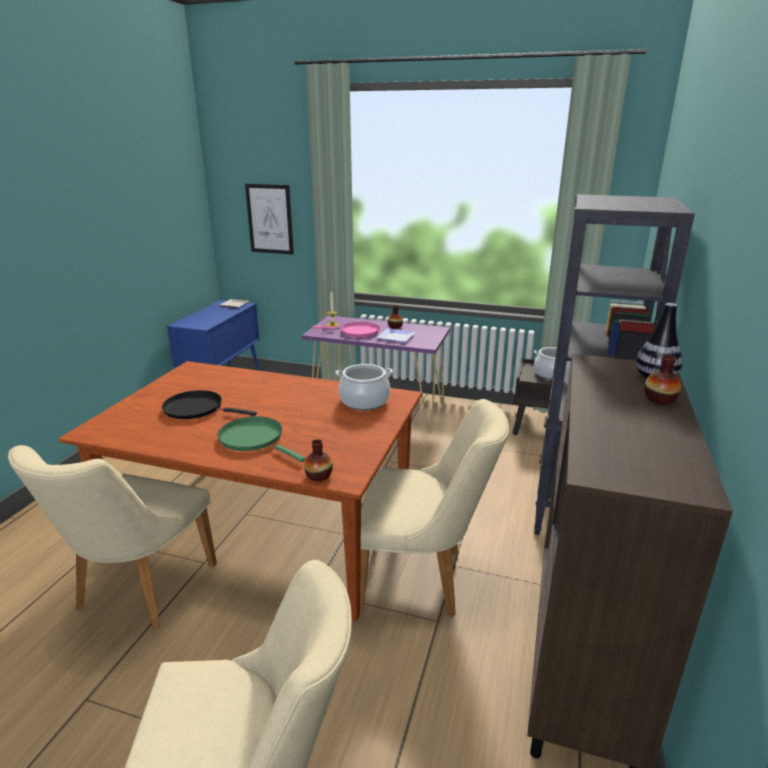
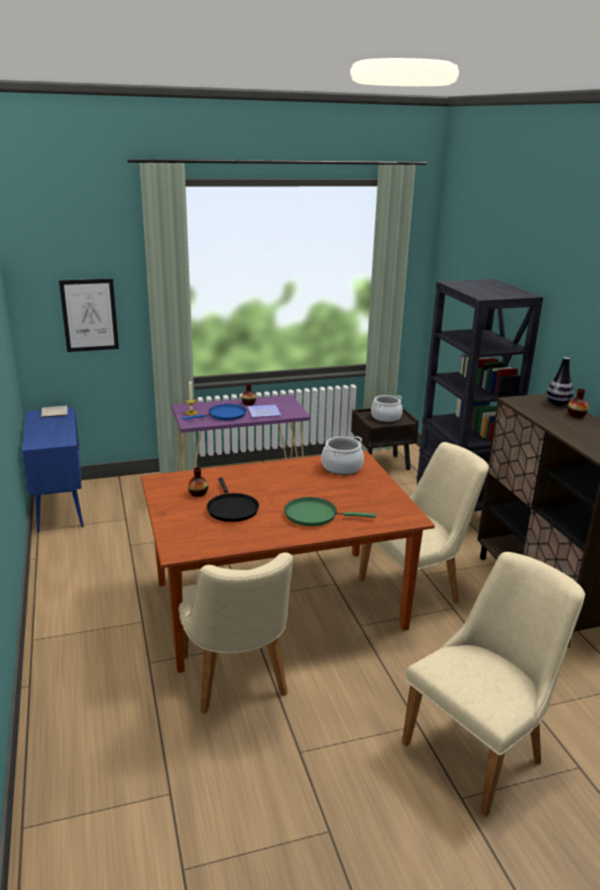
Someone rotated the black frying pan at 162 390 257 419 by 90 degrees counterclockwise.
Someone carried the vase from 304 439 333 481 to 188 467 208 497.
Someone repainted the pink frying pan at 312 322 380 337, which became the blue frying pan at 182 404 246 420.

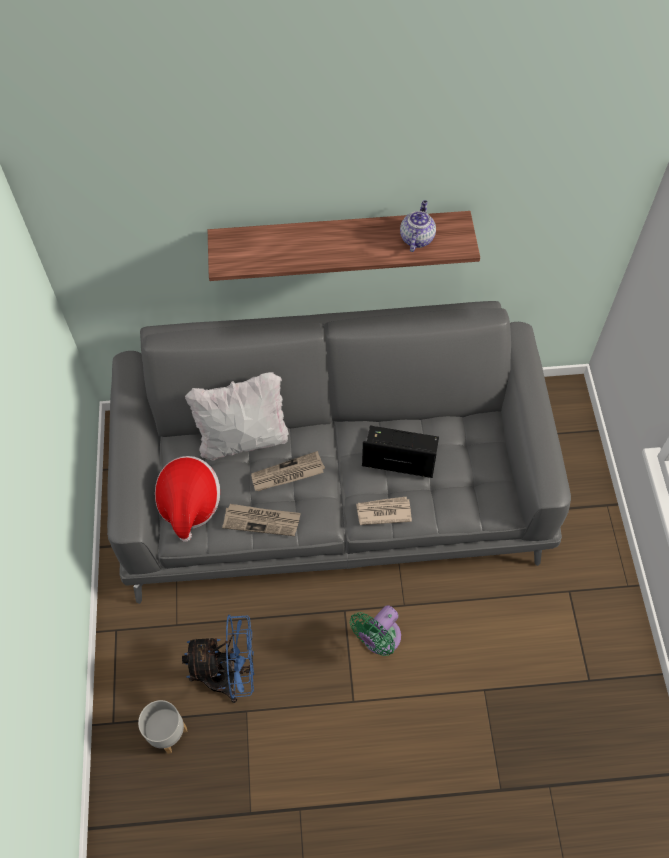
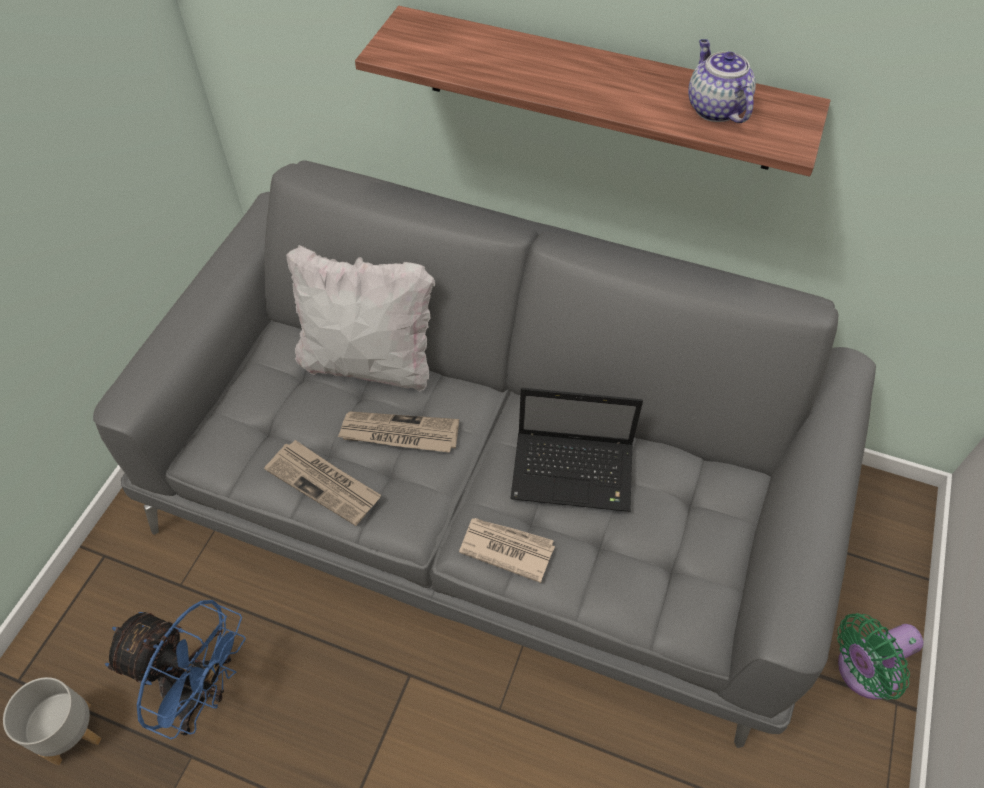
Someone took away the hat at 155 456 220 542.
Someone carried the green fan from 350 605 401 656 to 837 613 924 700.
Someone rotated the laptop at 362 426 439 478 by 150 degrees clockwise.
Someone rotated the teapot at 400 200 436 252 by 60 degrees counterclockwise.

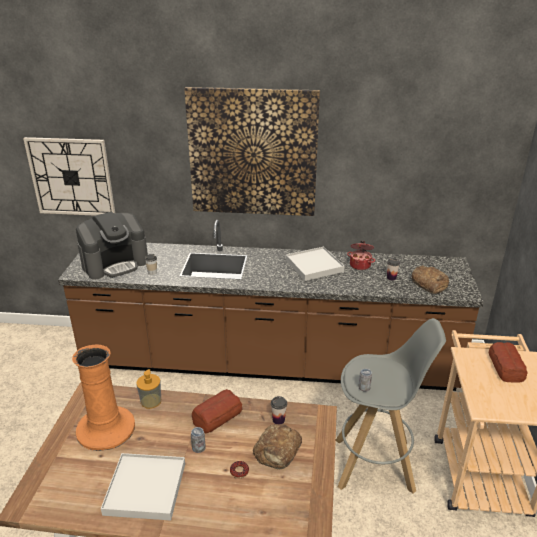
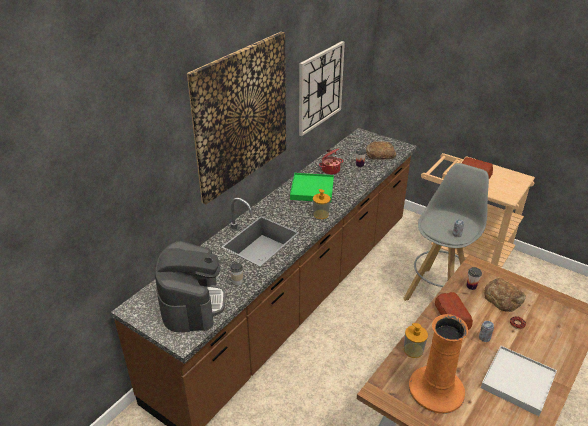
Someone carried the wall clock from 23 137 115 216 to 299 41 345 136.
Someone repainted the white tray at 286 247 345 281, which became the green tray at 290 173 334 202.
Someone put down the soap dispenser at 313 189 331 219.

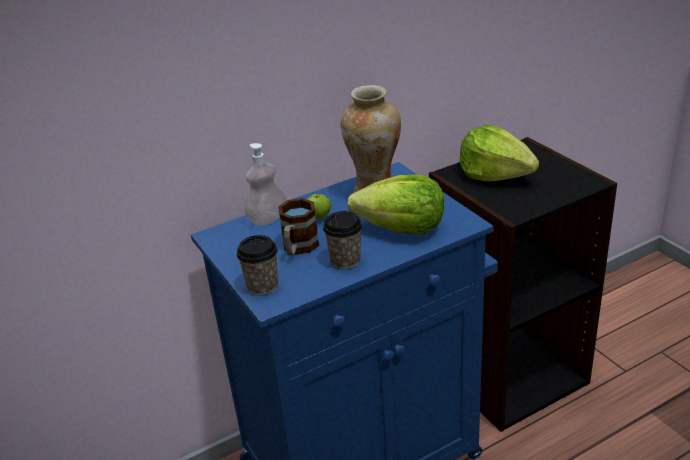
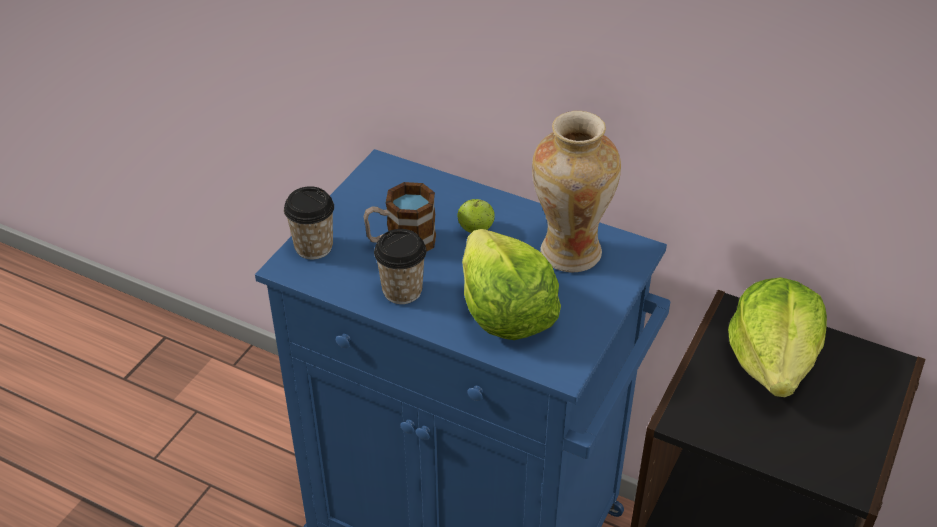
Someone took away the soap dispenser at 244 143 286 226.

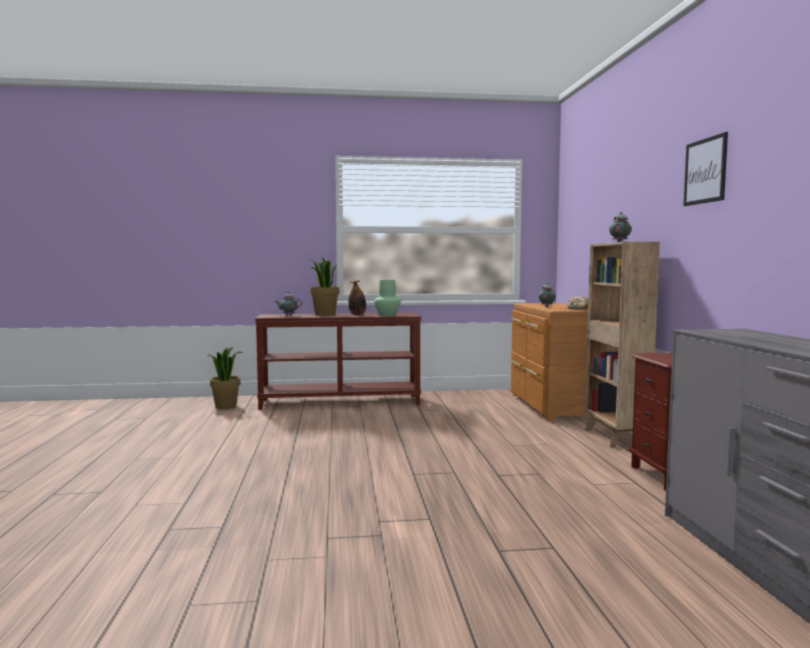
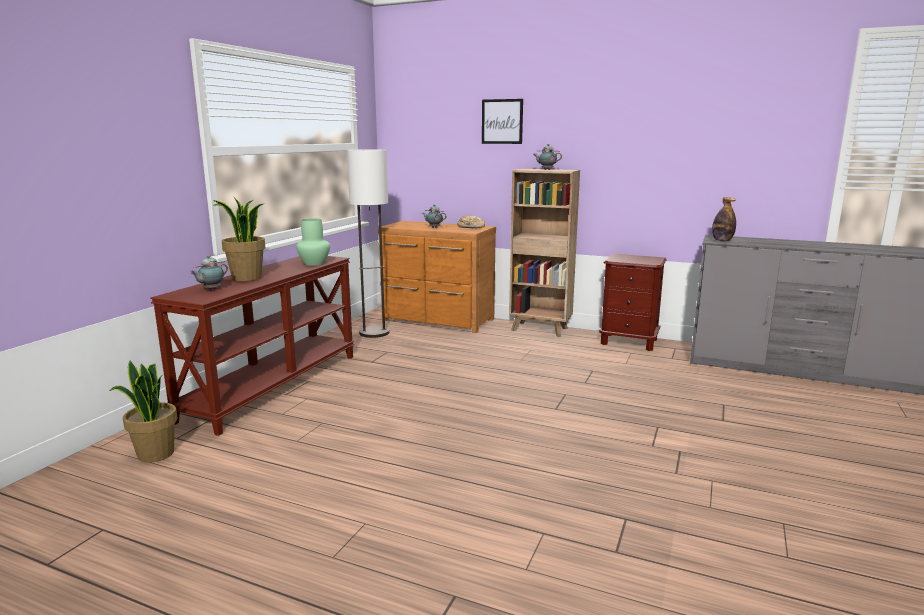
Someone carried the bottle from 348 280 366 315 to 712 197 736 241.
Someone carried the picture from 683 132 728 206 to 482 99 523 144.
Someone put down the floor lamp at 347 150 389 338.

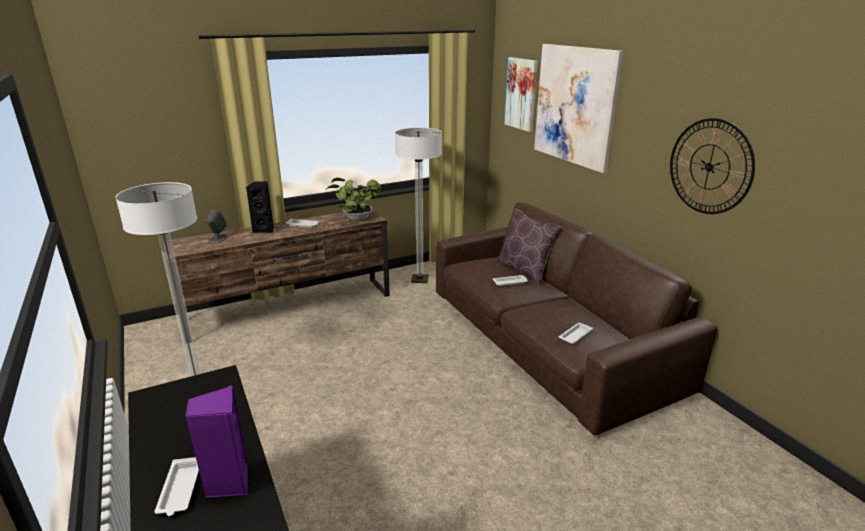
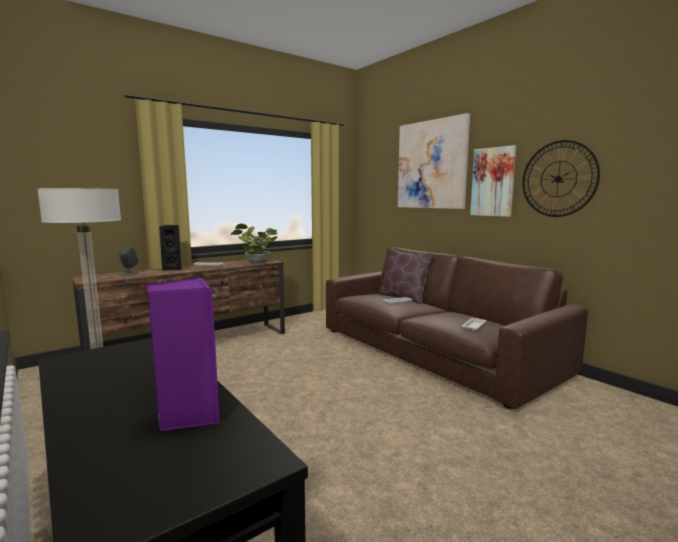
Someone took away the white tray at 155 457 199 516.
Someone took away the floor lamp at 395 128 442 283.
Someone carried the picture from 505 57 538 132 to 470 145 516 217.

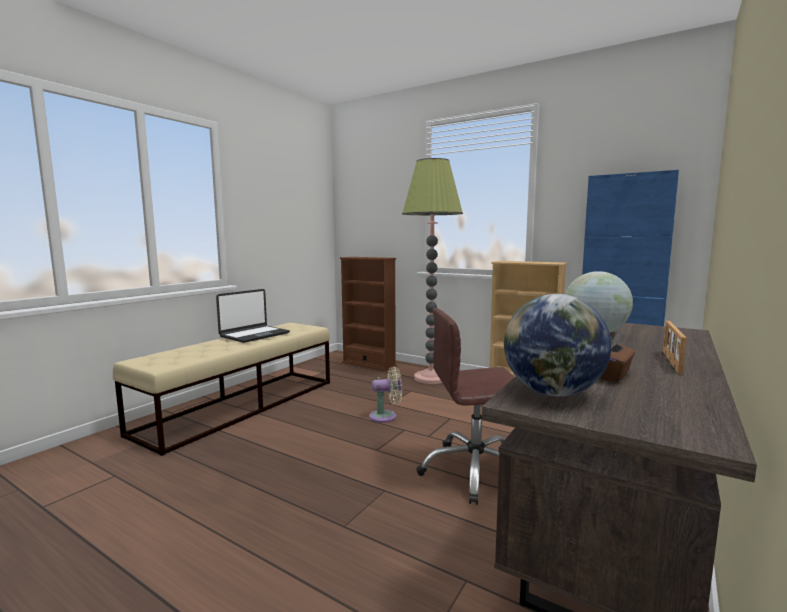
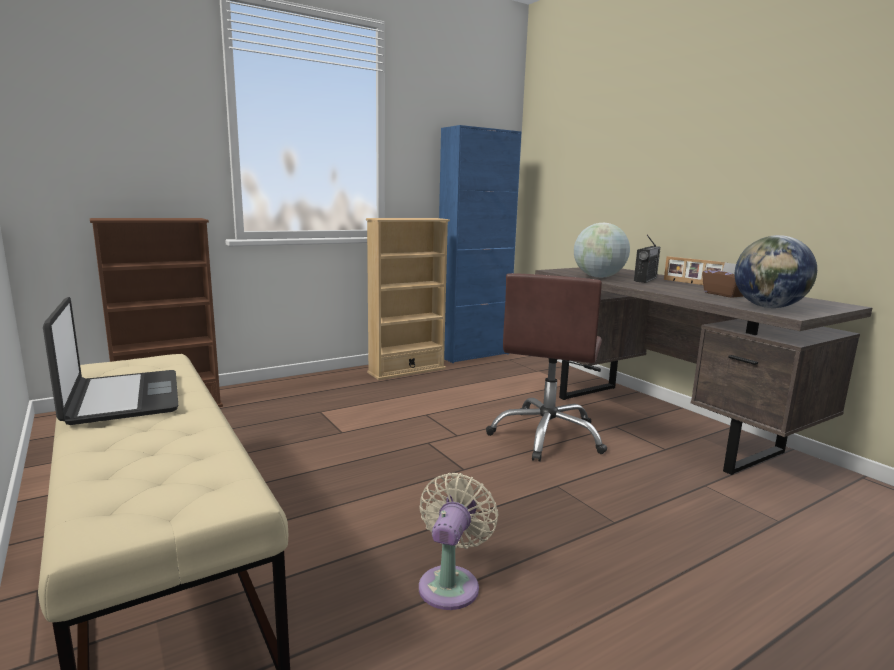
Someone carried the beige fan from 369 366 402 423 to 419 473 498 610.
Someone took away the floor lamp at 402 158 463 384.
Someone put down the radio at 634 235 660 283.

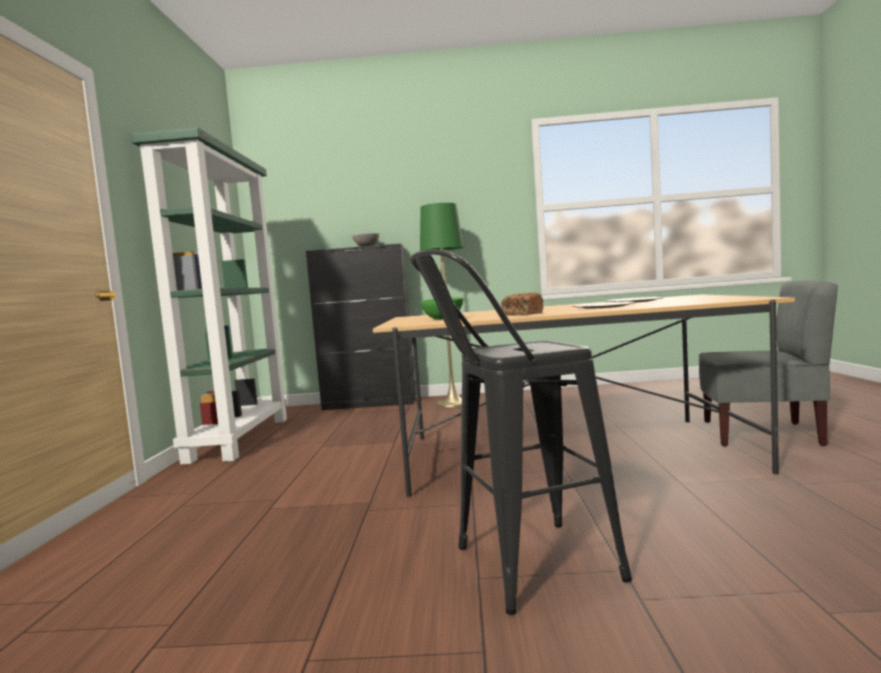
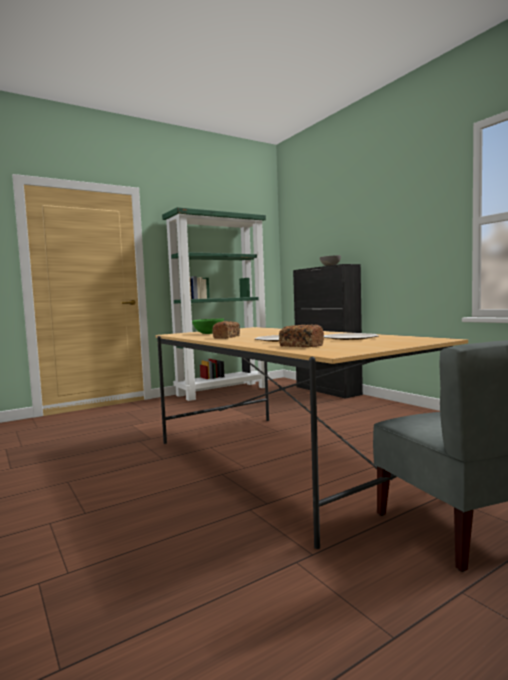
Someone took away the black stool at 410 249 632 615.
Someone took away the green floor lamp at 420 203 464 407.
Someone put down the bread at 279 325 324 347.

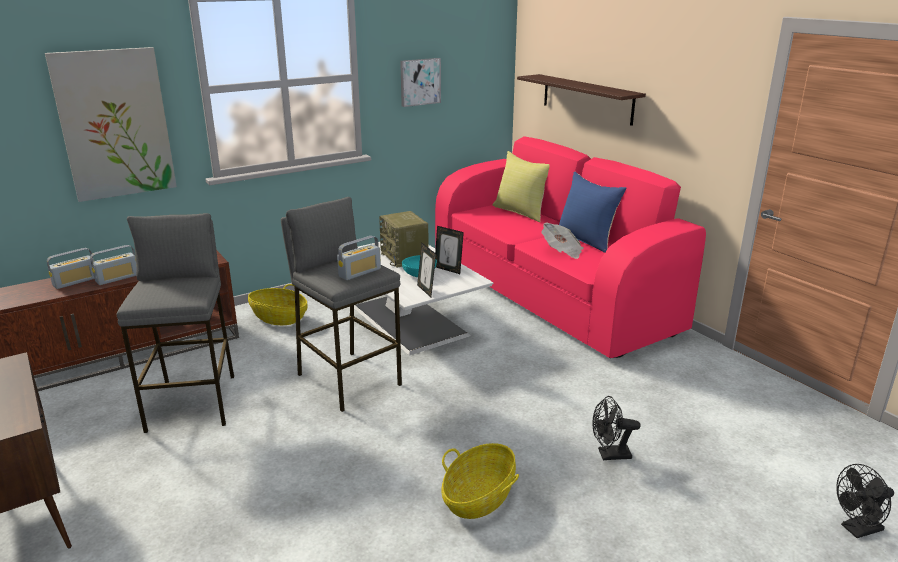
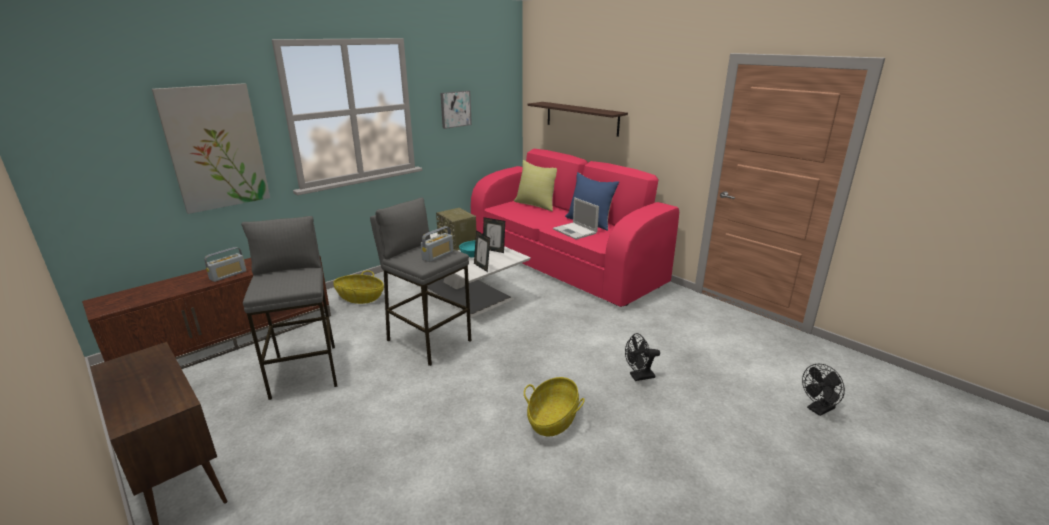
Someone took away the radio at 47 248 94 289.
Someone swapped the newspaper at 541 223 584 259 for the laptop at 553 197 599 240.

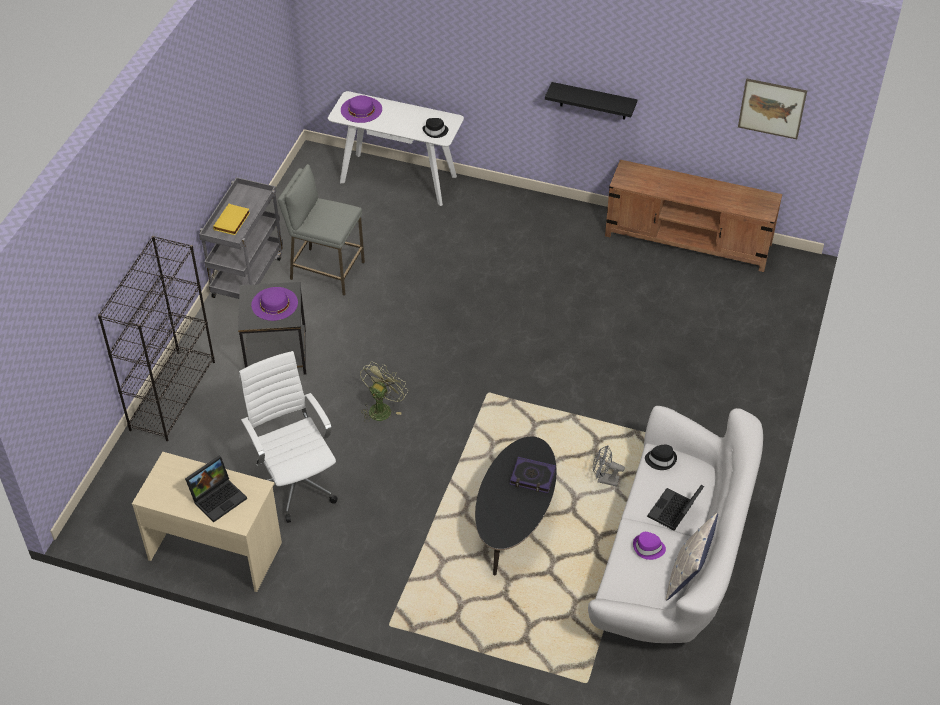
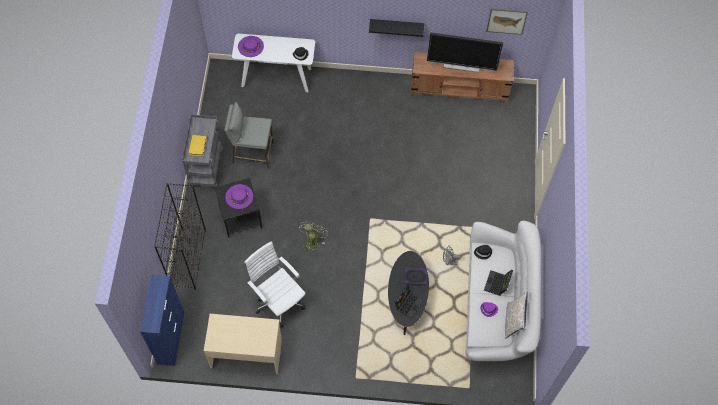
Someone carried the laptop from 185 456 247 522 to 394 283 423 319.
Someone put down the blue cabinet at 140 274 184 366.
Someone put down the television at 427 33 503 72.

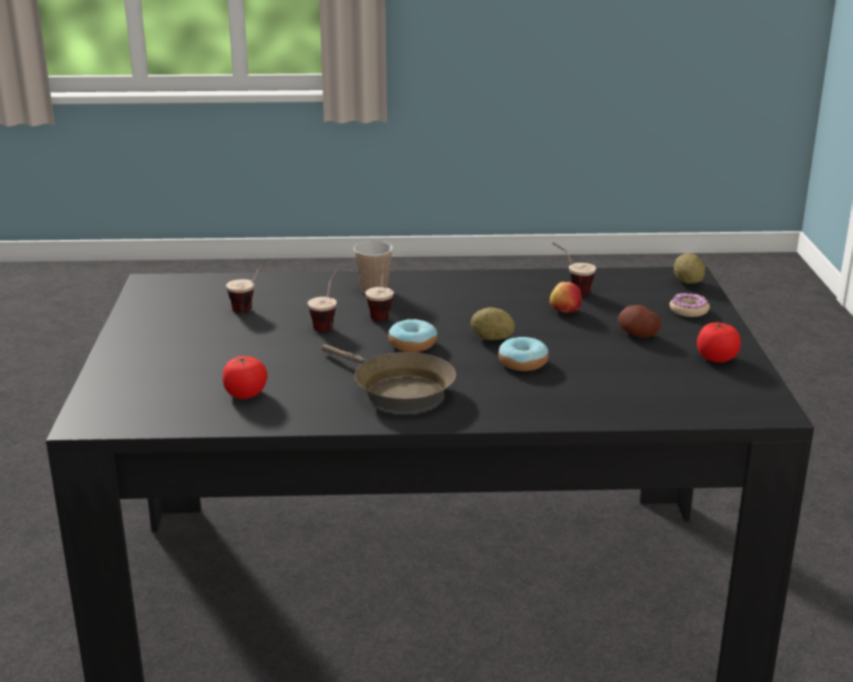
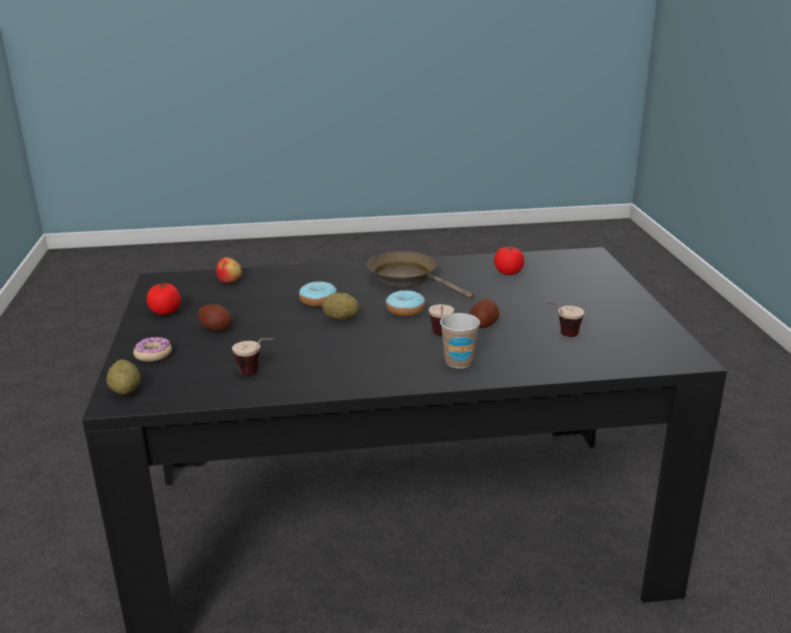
Someone swapped the cup at 308 270 337 332 for the potato at 470 299 499 328.
Someone carried the apple from 550 282 582 313 to 216 257 242 283.

